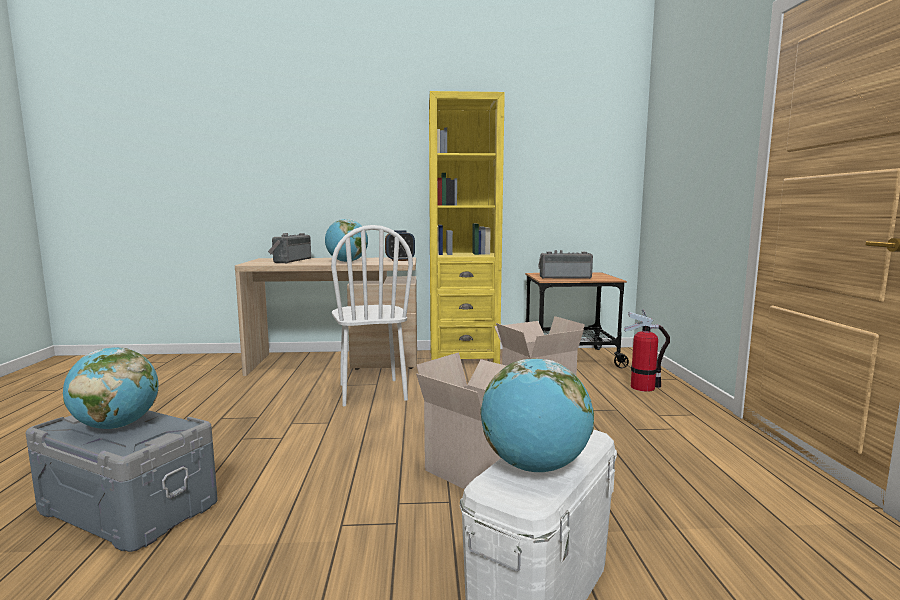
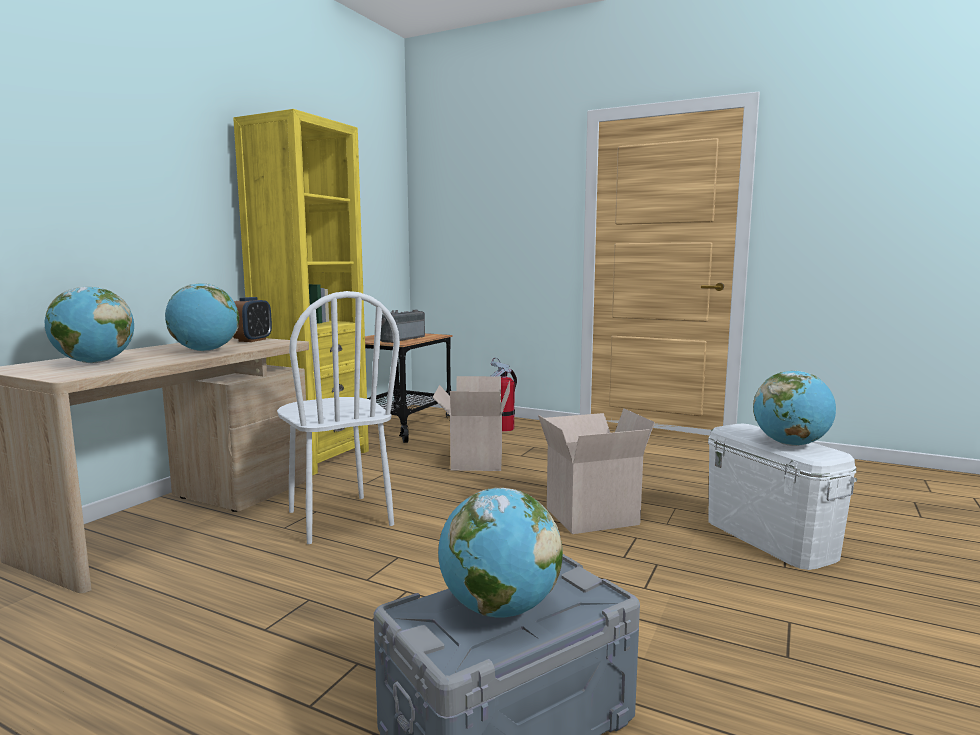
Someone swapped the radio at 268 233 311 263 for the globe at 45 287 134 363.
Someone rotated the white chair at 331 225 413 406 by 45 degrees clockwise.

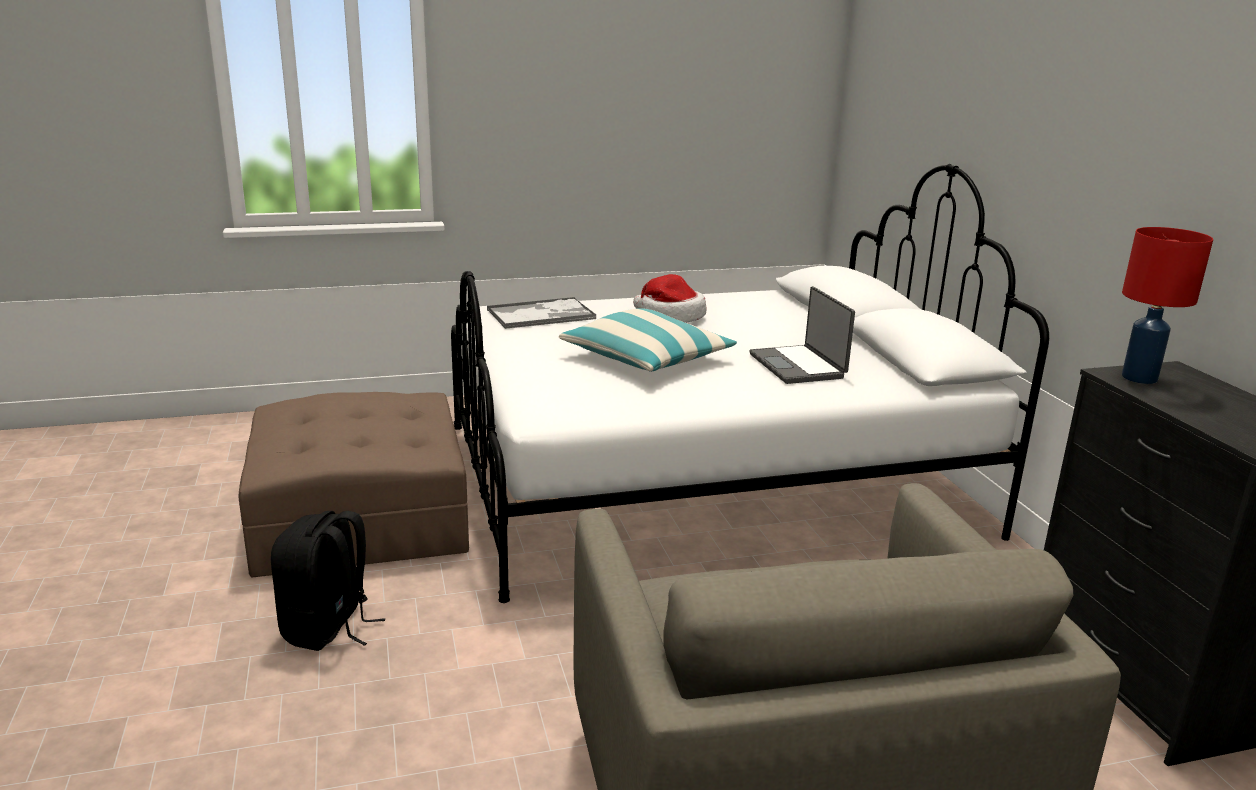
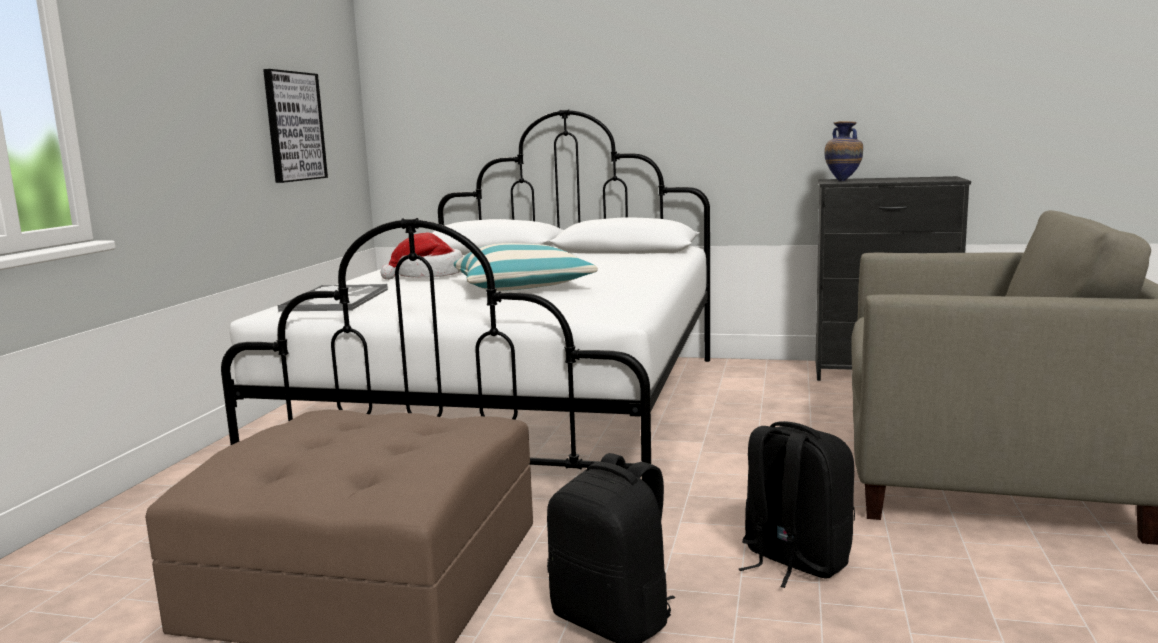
Someone took away the laptop at 750 286 855 384.
Someone swapped the red table lamp at 1122 227 1213 384 for the vase at 824 121 863 182.
Someone put up the picture at 263 69 328 183.
Someone put down the black backpack at 739 421 855 588.

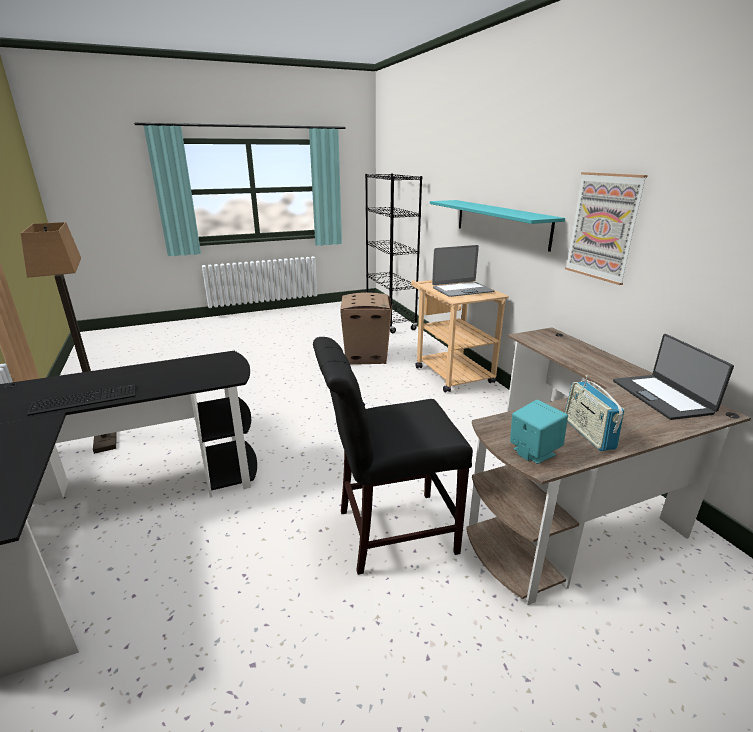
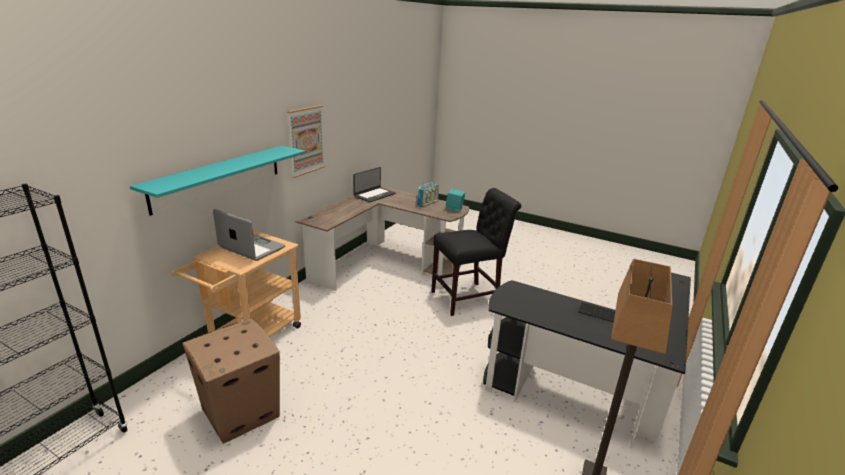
Someone rotated the black chair at 313 337 473 575 by 60 degrees counterclockwise.

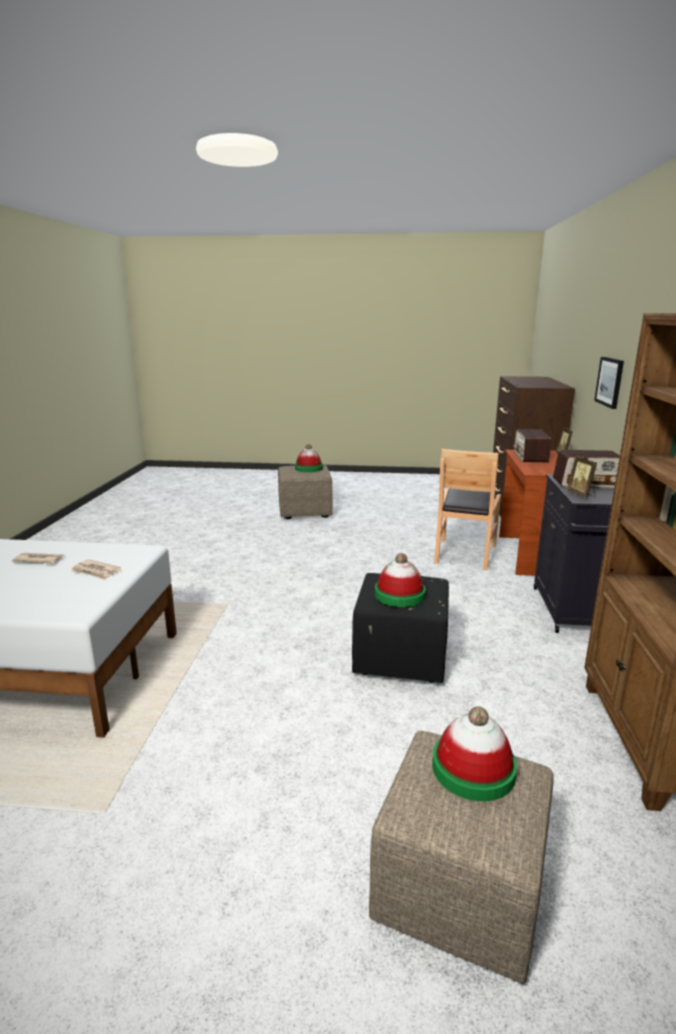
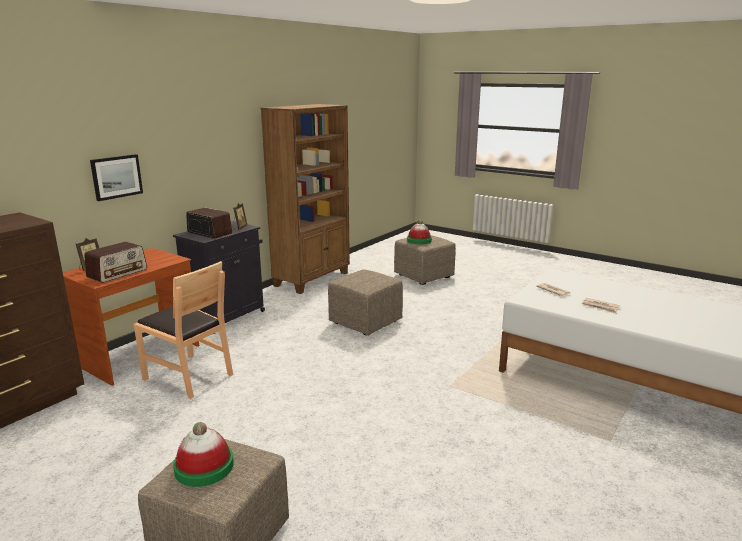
Someone repainted the black ottoman at 352 573 449 683, which became the beige ottoman at 328 270 403 336.
Someone took away the hat at 375 553 426 607.
Someone rotated the brown chair at 434 449 501 570 by 75 degrees clockwise.

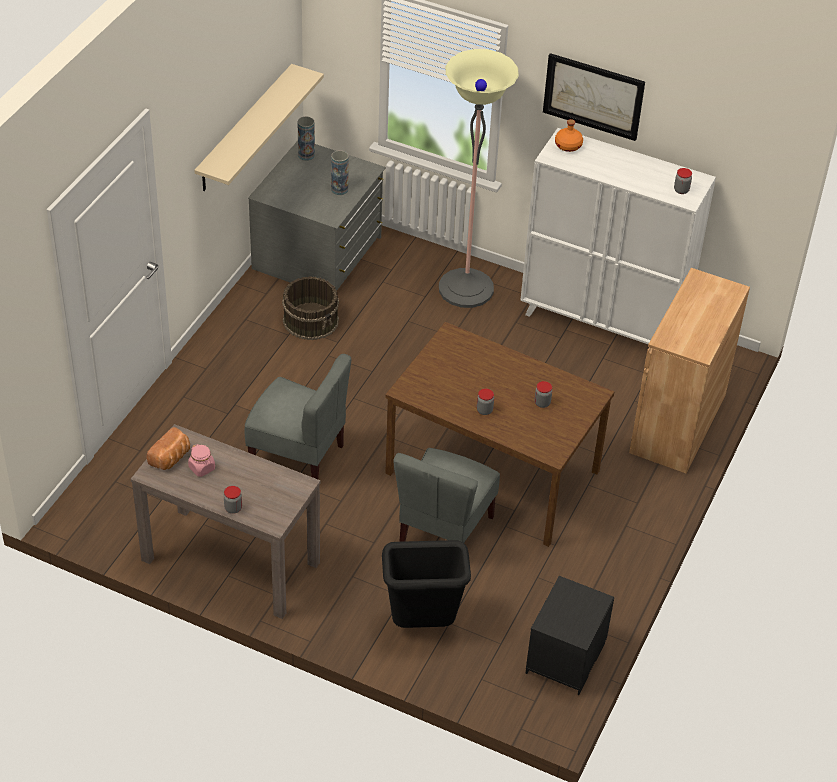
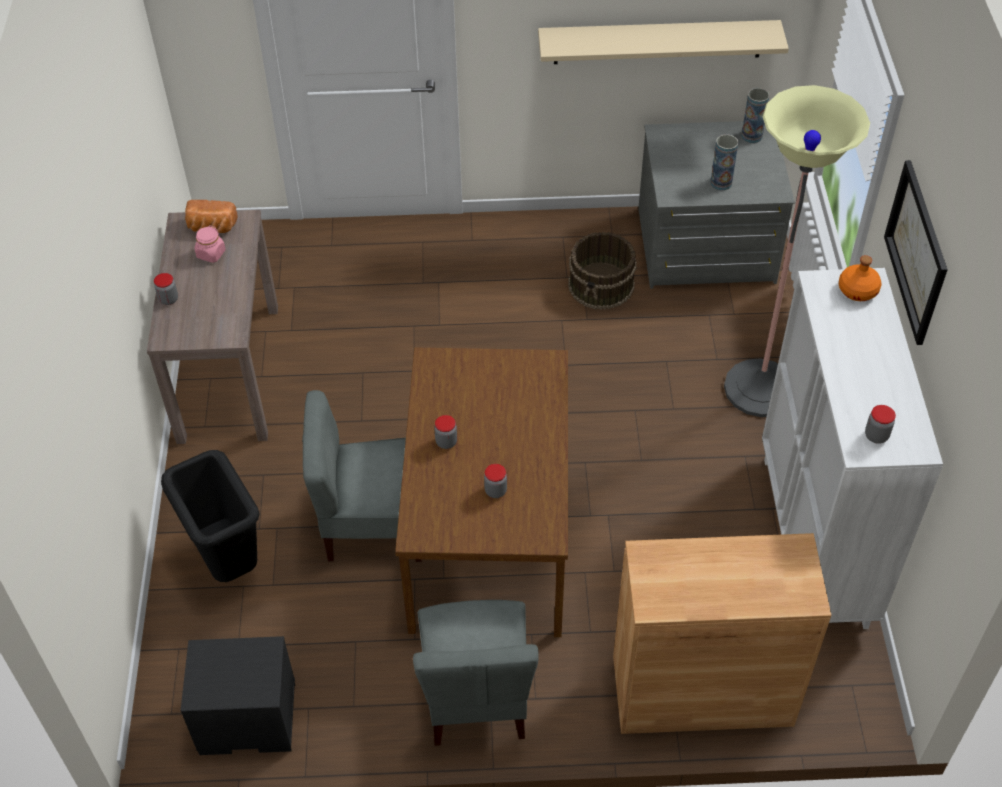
Someone carried the grey chair from 245 354 351 479 to 413 600 539 746.

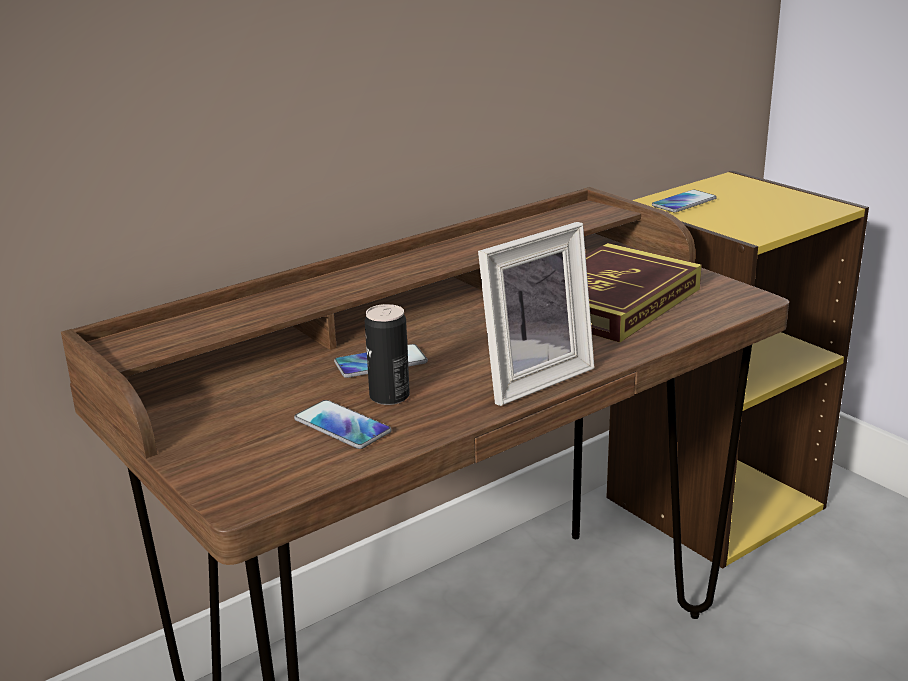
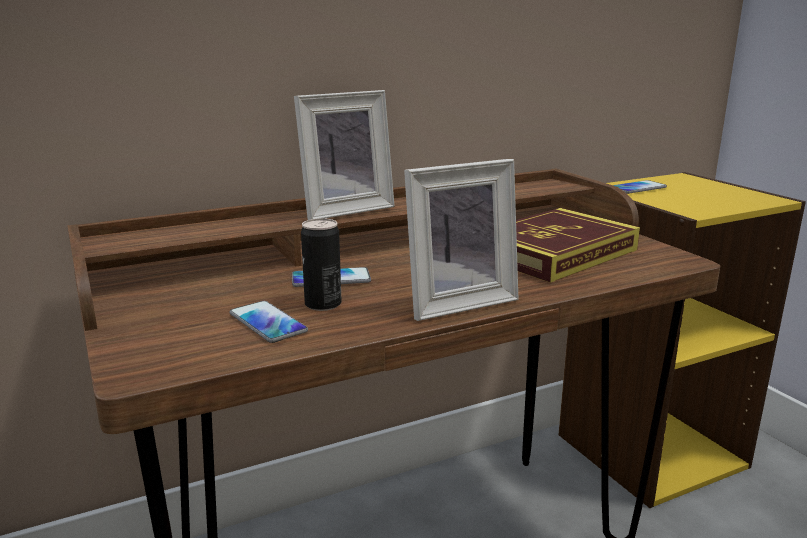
Someone put down the picture frame at 294 90 395 220.

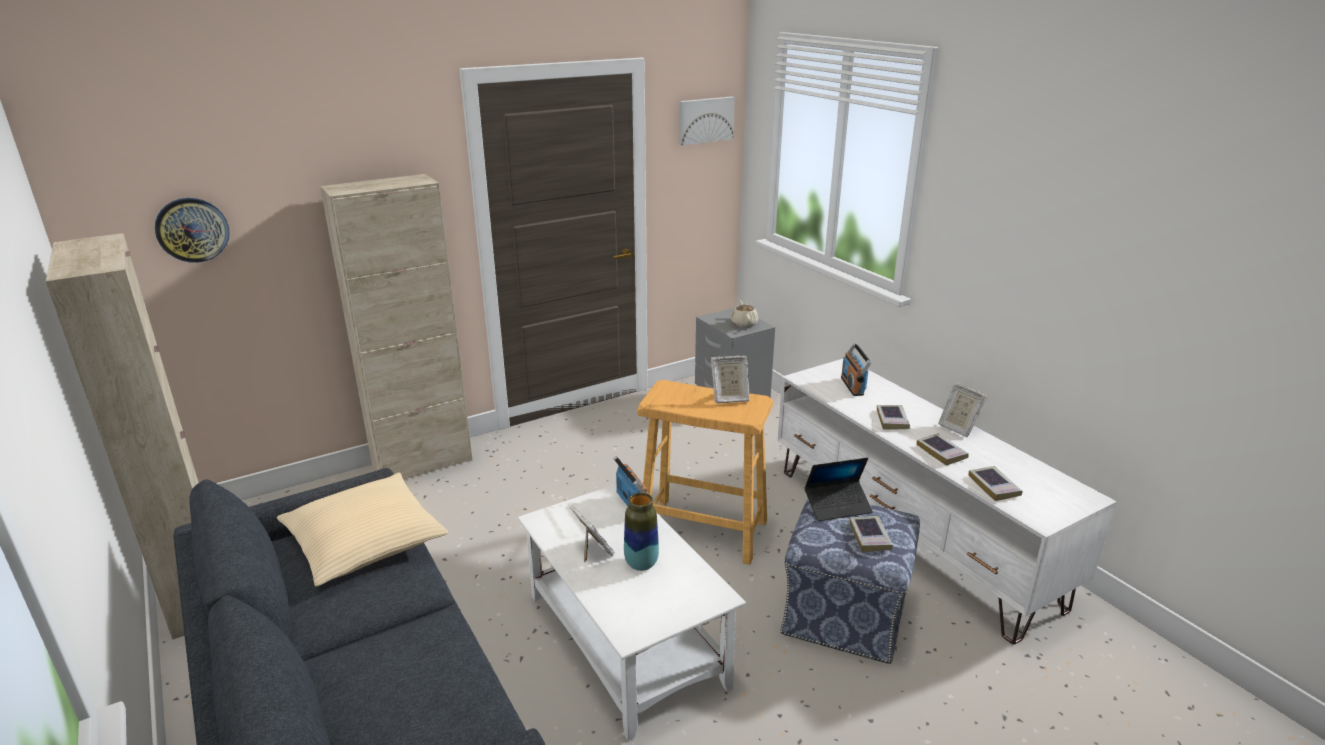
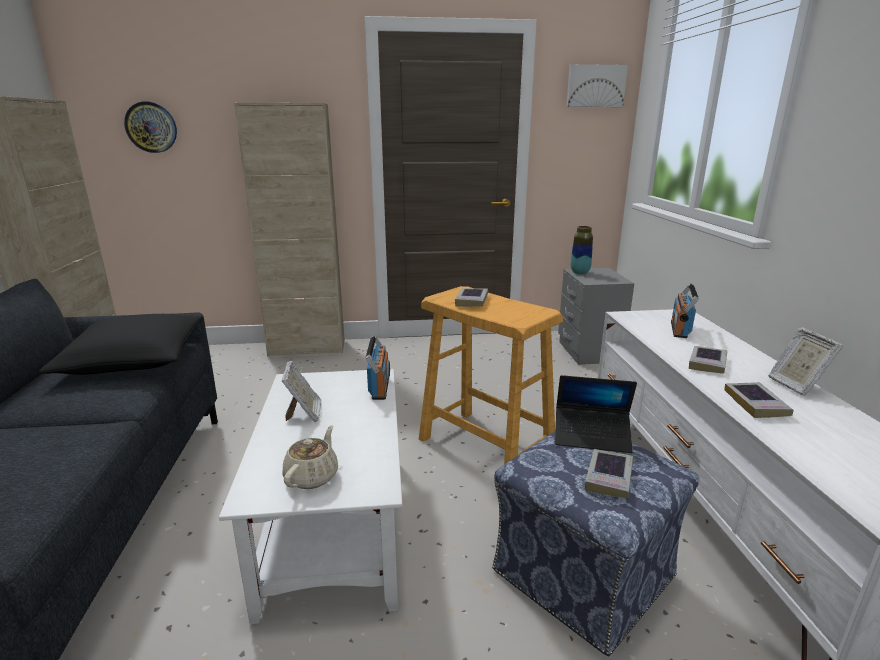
Someone repainted the beige pillow at 277 473 448 586, which became the black pillow at 39 314 203 375.
Someone carried the vase from 624 493 659 571 to 571 226 593 274.
Someone took away the picture frame at 711 356 749 403.
Someone carried the beige teapot from 731 300 758 328 to 283 425 338 489.
Someone carried the book from 968 466 1023 501 to 455 288 488 307.

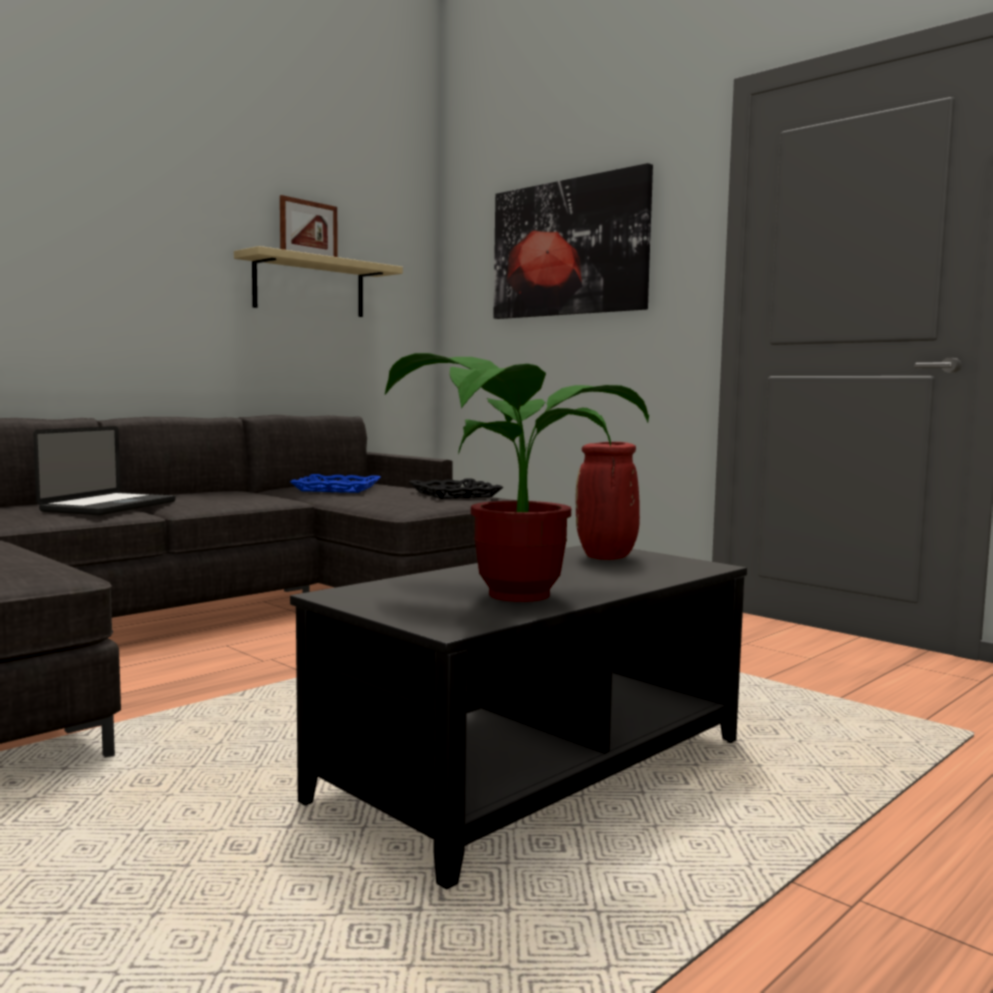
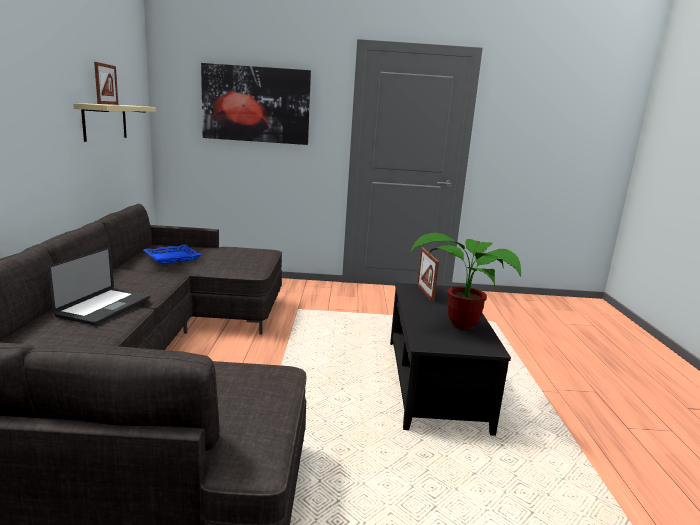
Someone rotated the laptop at 33 426 176 515 by 45 degrees clockwise.
Someone took away the black tray at 409 478 503 499.
Someone swapped the red vase at 576 442 640 560 for the picture frame at 417 247 439 302.

